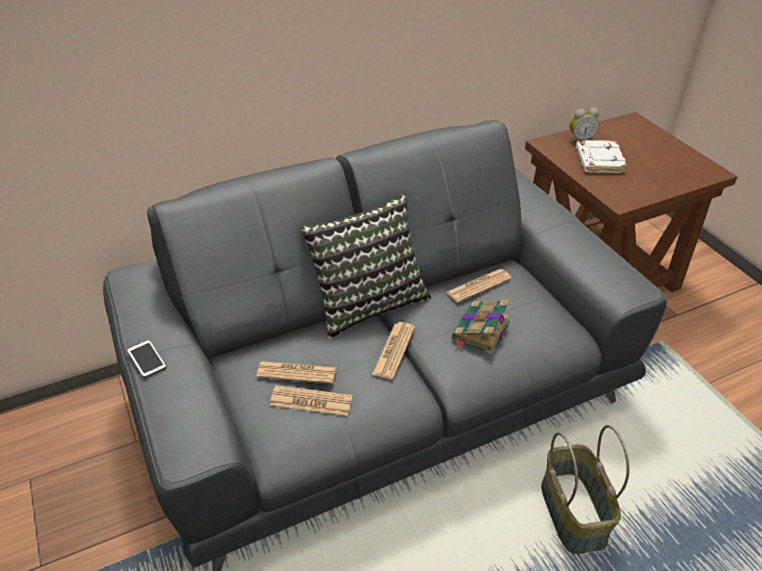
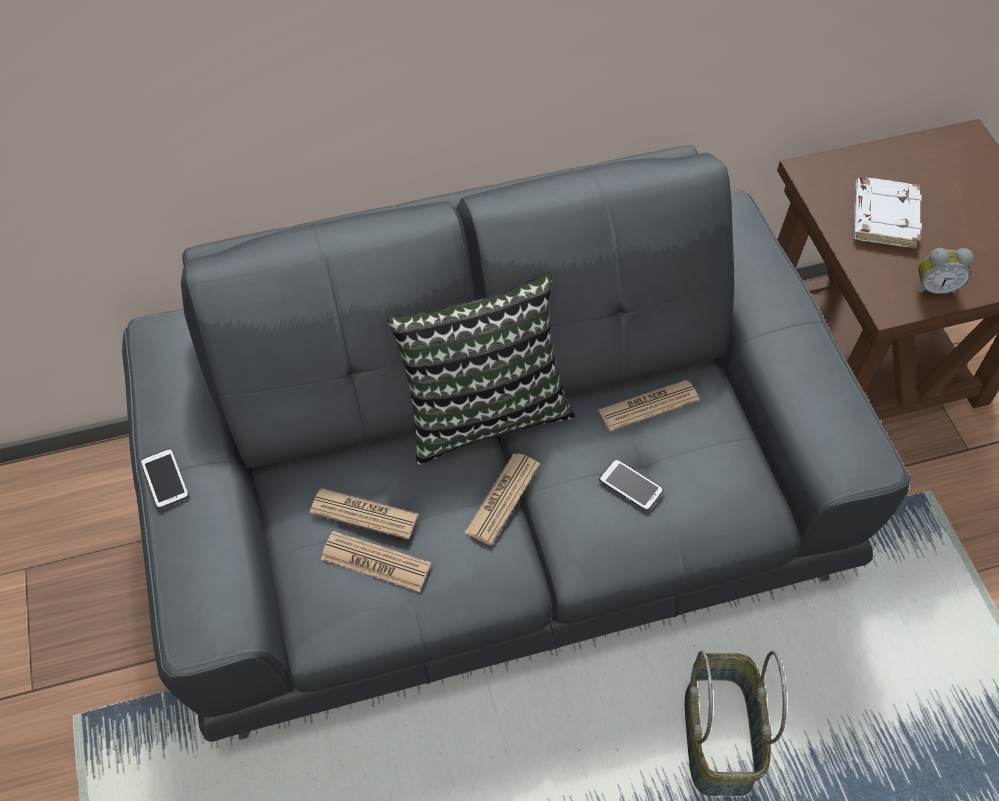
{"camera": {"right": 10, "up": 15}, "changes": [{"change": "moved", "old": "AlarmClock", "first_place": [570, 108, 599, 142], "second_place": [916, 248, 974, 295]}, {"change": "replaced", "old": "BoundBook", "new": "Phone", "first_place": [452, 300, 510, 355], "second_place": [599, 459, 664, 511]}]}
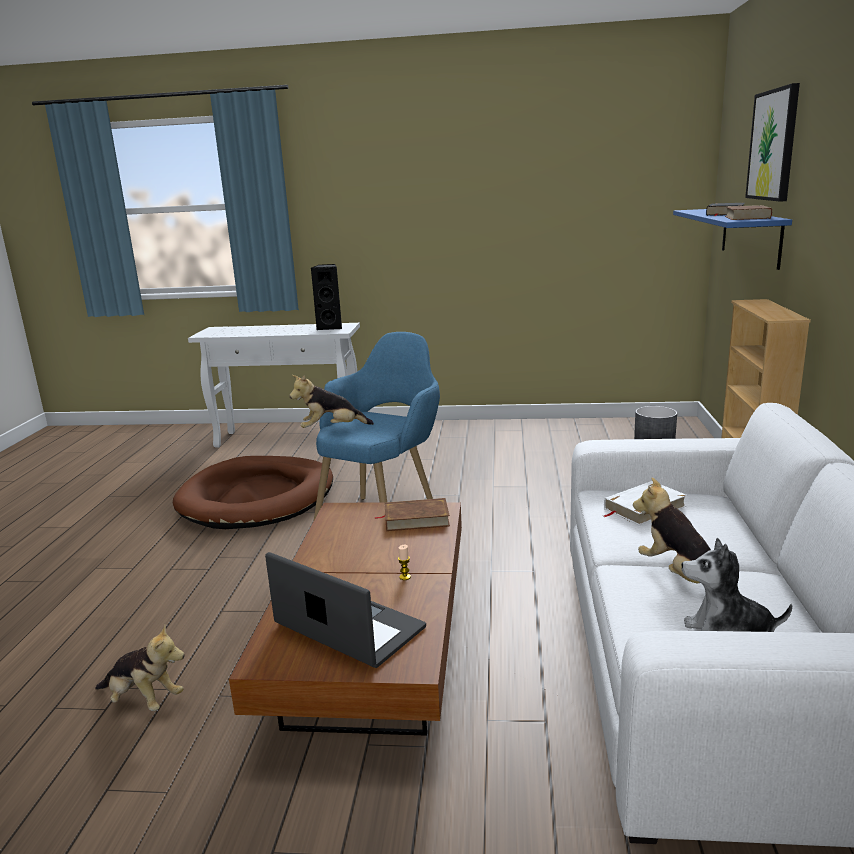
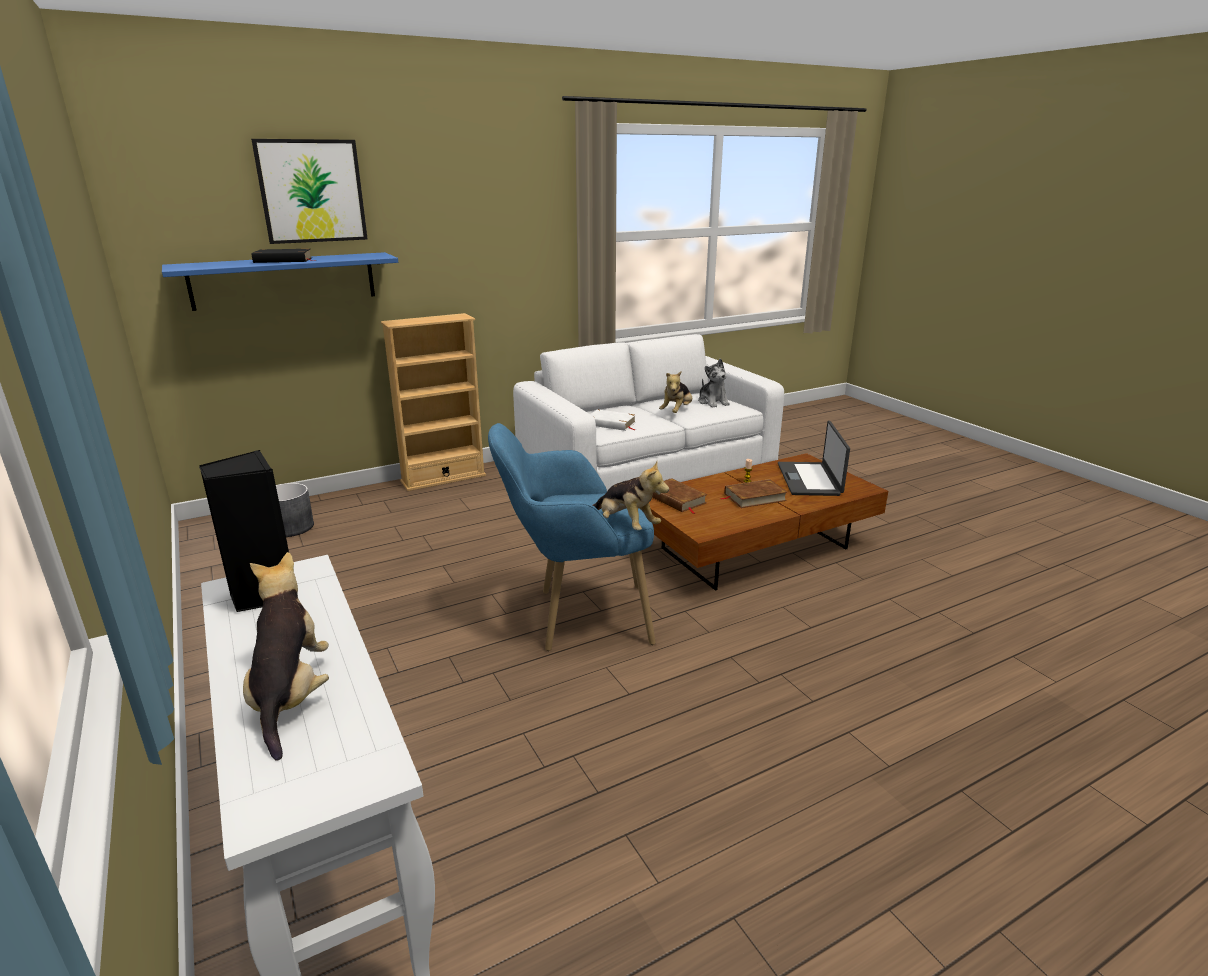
{"camera": {"right": -125, "up": 5}, "changes": [{"change": "moved", "old": "BrownishBoundBook", "first_place": [725, 205, 772, 220], "second_place": [720, 479, 788, 508]}, {"change": "removed", "old": "BrownishDogBed", "first_place": [173, 456, 333, 529]}, {"change": "moved", "old": "CuddlyToy", "first_place": [95, 624, 185, 711], "second_place": [243, 552, 329, 761]}]}
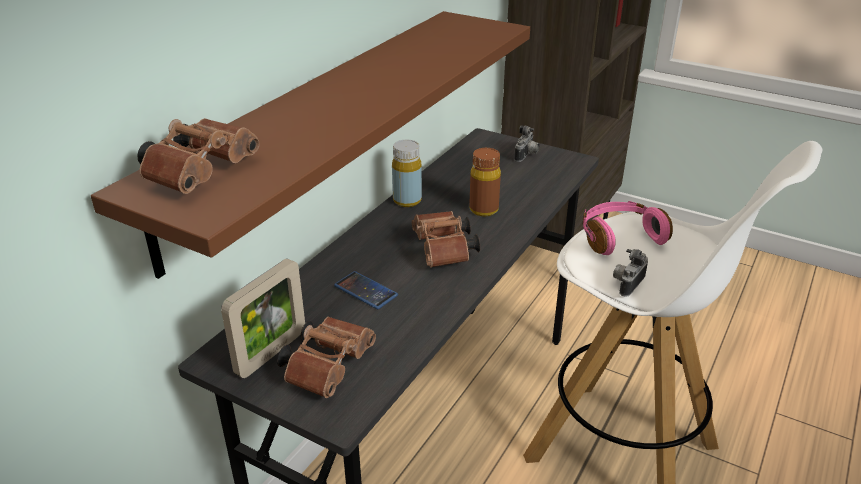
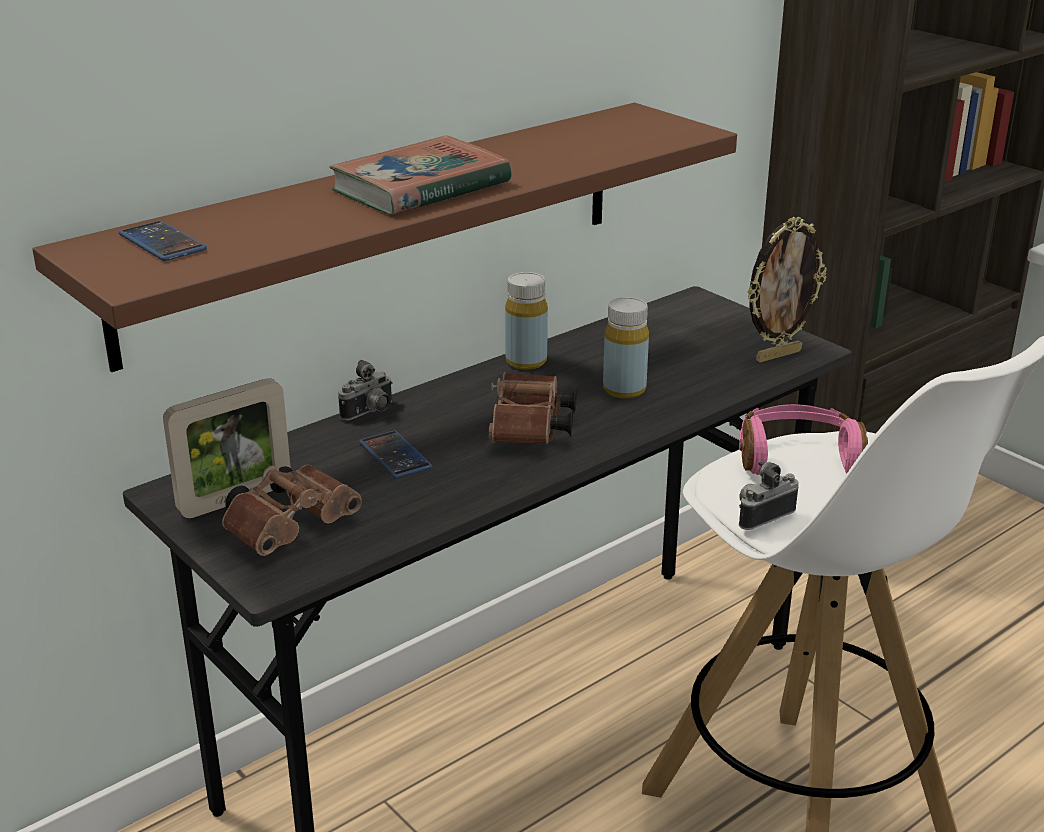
{"camera": {"right": 20, "up": -5}, "changes": [{"change": "replaced", "old": "BrownishFieldGlasses", "new": "Phone", "first_place": [137, 118, 260, 194], "second_place": [119, 221, 207, 261]}, {"change": "moved", "old": "StillCamera", "first_place": [514, 125, 539, 162], "second_place": [338, 360, 393, 420]}, {"change": "recoloured", "old": "BrownishBeverageBottle", "new": "YellowBeverageBottle", "first_place": [469, 148, 501, 216], "second_place": [603, 297, 649, 399]}, {"change": "added", "new": "BoundBook", "second_place": [329, 135, 512, 215]}, {"change": "added", "new": "PictureFrame", "second_place": [747, 217, 827, 363]}]}
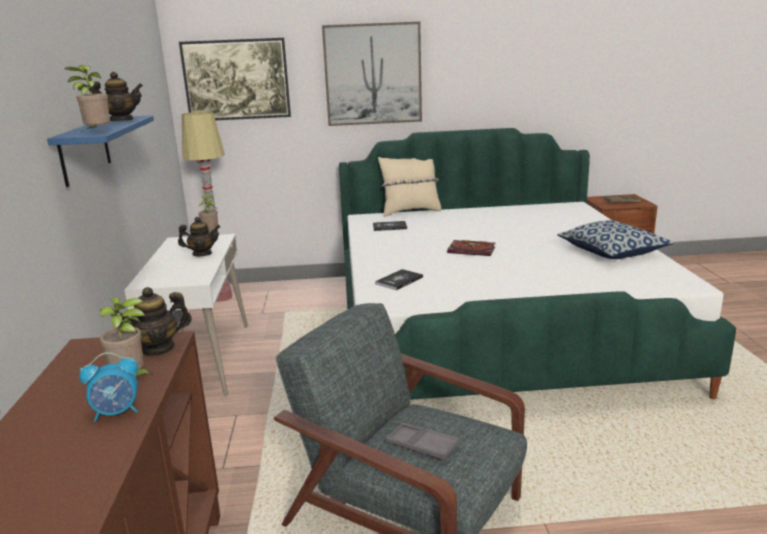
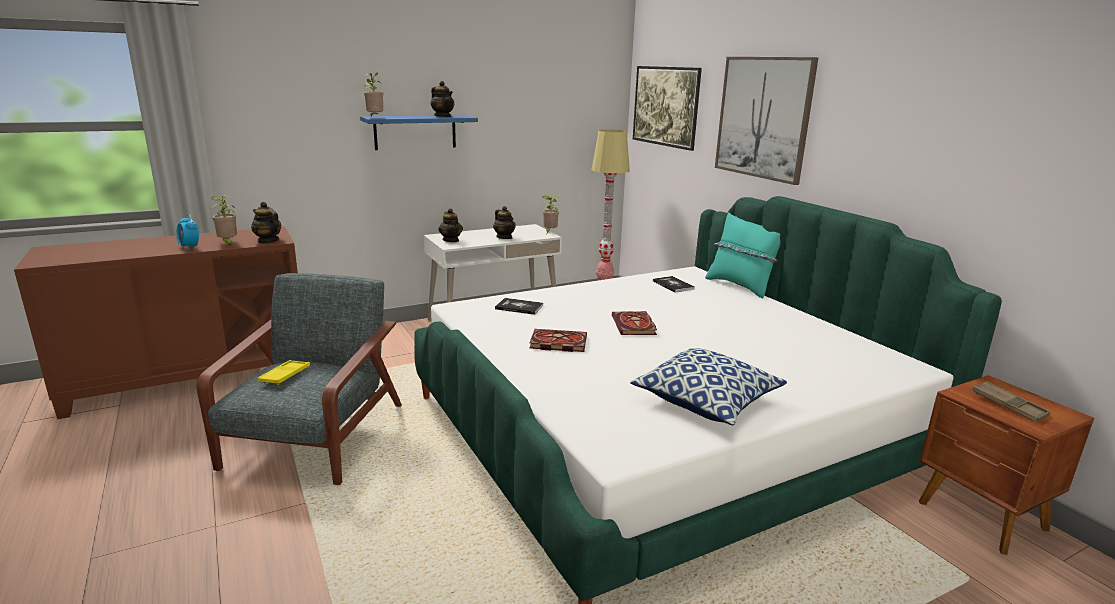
{"camera": {"right": 65, "up": 0}, "changes": [{"change": "recoloured", "old": "SandColouredPillow", "new": "BlueGreenPillow", "first_place": [378, 157, 441, 217], "second_place": [705, 213, 780, 298]}, {"change": "recoloured", "old": "GreyishServingTray", "new": "YellowServingTray", "first_place": [386, 423, 459, 459], "second_place": [258, 360, 310, 385]}, {"change": "added", "new": "TeaPot", "second_place": [438, 208, 463, 242]}, {"change": "added", "new": "BoundBook", "second_place": [530, 329, 587, 352]}]}
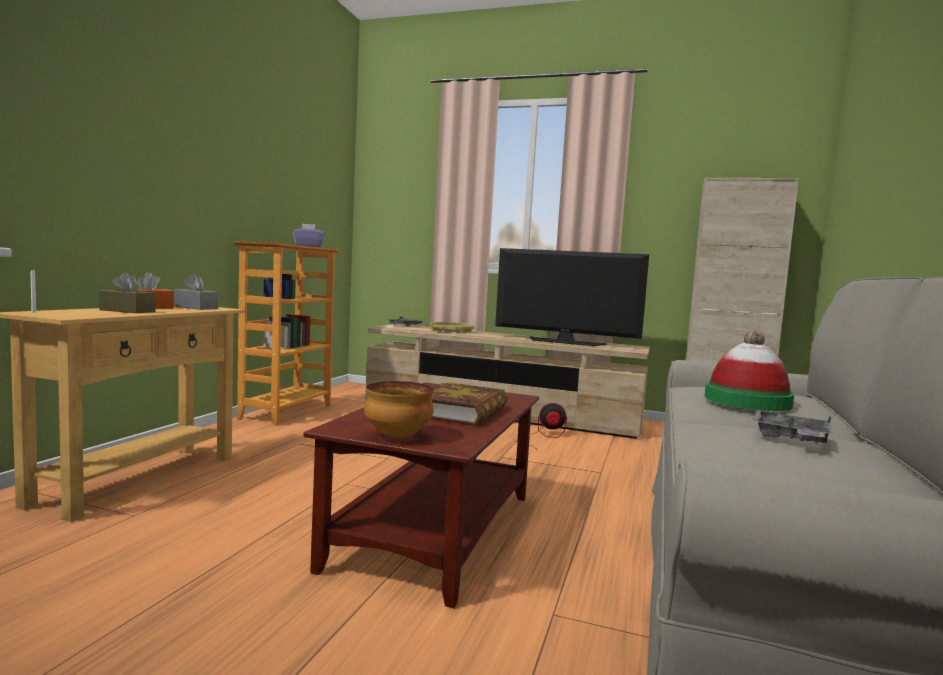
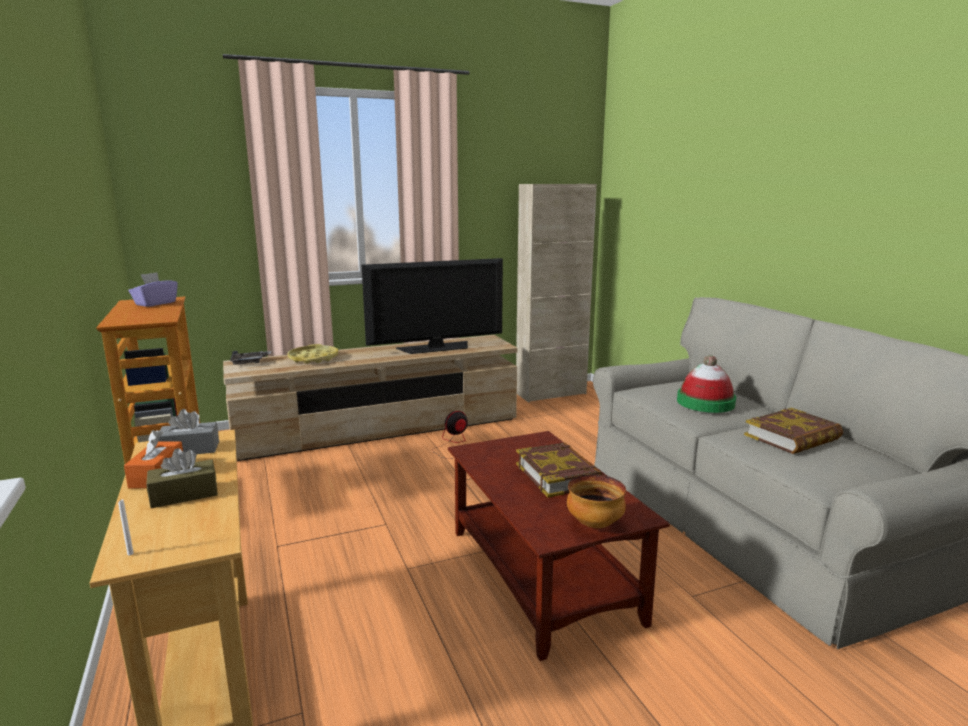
{"camera": {"right": -40, "up": 10}, "changes": [{"change": "replaced", "old": "GreyishServingTray", "new": "BoundBook", "first_place": [752, 410, 832, 443], "second_place": [744, 408, 843, 454]}]}
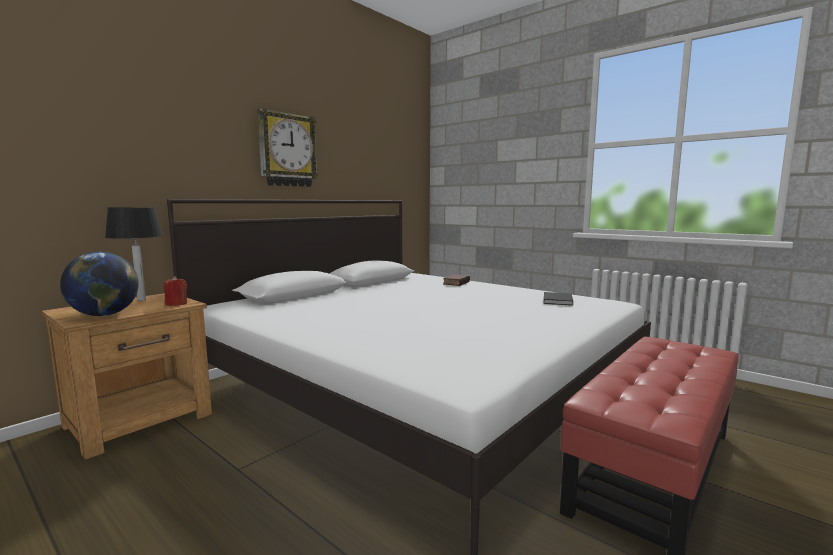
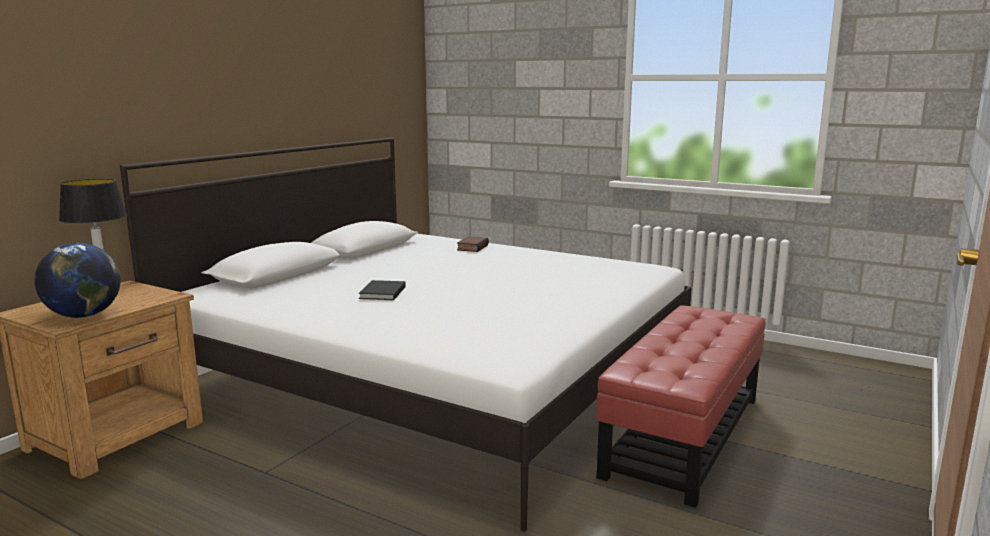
{"camera": {"right": -10, "up": 5}, "changes": [{"change": "removed", "old": "HangingClock", "first_place": [257, 108, 318, 187]}, {"change": "removed", "old": "RedColouredCandle", "first_place": [164, 276, 187, 306]}, {"change": "moved", "old": "BlackColouredBoundBook", "first_place": [543, 292, 573, 306], "second_place": [359, 280, 406, 300]}]}
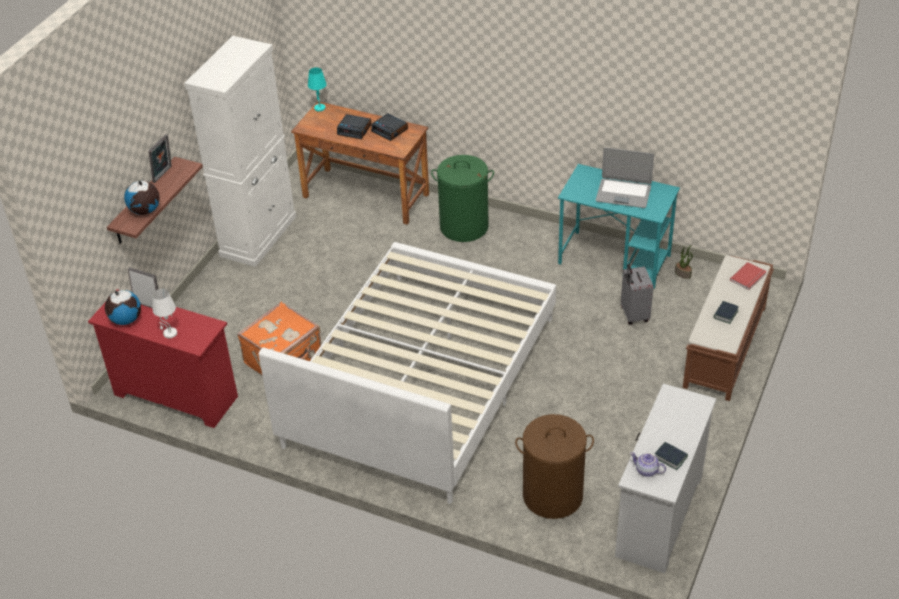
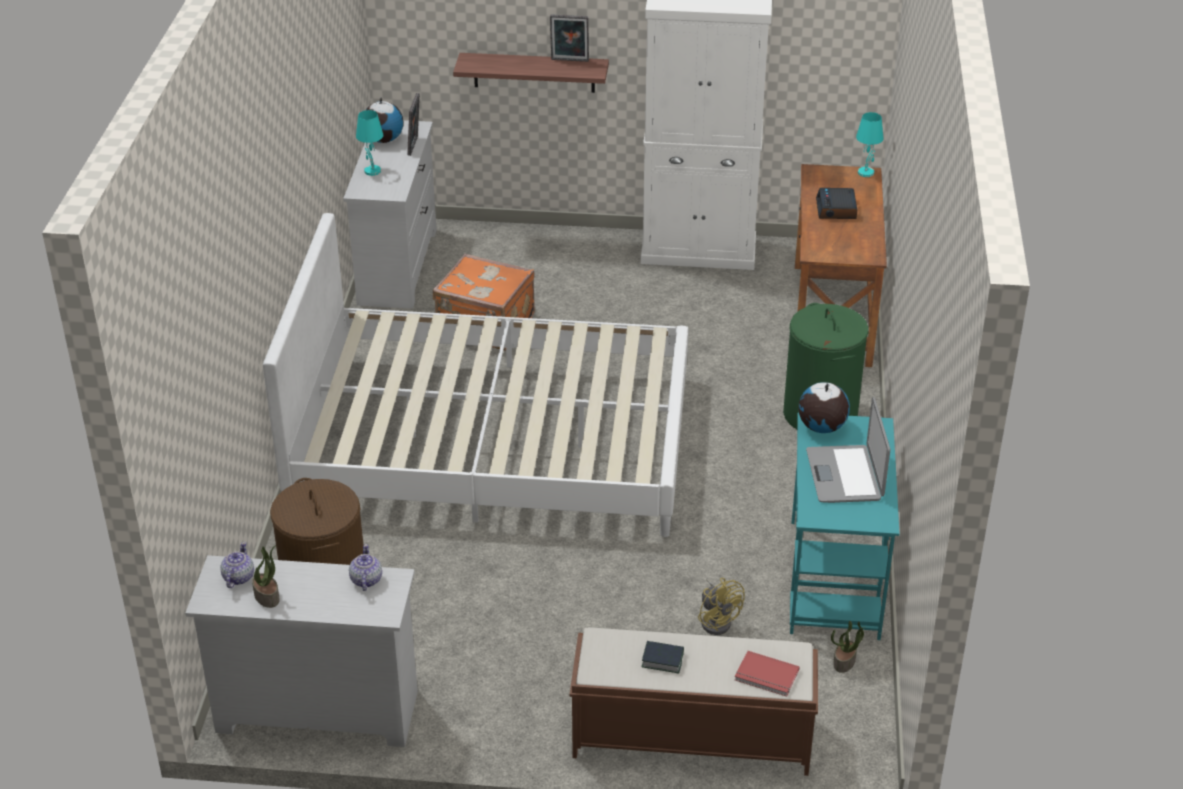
{"camera": {"right": 70, "up": -5}, "changes": [{"change": "removed", "old": "AlarmClock", "first_place": [371, 113, 408, 141]}, {"change": "moved", "old": "DeskGlobe", "first_place": [124, 180, 160, 215], "second_place": [798, 382, 850, 433]}, {"change": "replaced", "old": "GreyishSuitcase", "new": "YellowCoolingFan", "first_place": [621, 264, 653, 324], "second_place": [698, 578, 745, 635]}, {"change": "recoloured", "old": "RedColouredChestOfDrawers", "new": "WhiteChestOfDrawers", "first_place": [88, 289, 238, 428], "second_place": [343, 120, 437, 309]}, {"change": "recoloured", "old": "WhiteTableLamp", "new": "BlueGreenTableLamp", "first_place": [152, 289, 177, 338], "second_place": [356, 110, 383, 176]}, {"change": "replaced", "old": "BoundBook", "new": "PottedPlant", "first_place": [655, 442, 688, 470], "second_place": [252, 545, 280, 608]}, {"change": "added", "new": "TeaPot", "second_place": [349, 544, 382, 591]}]}
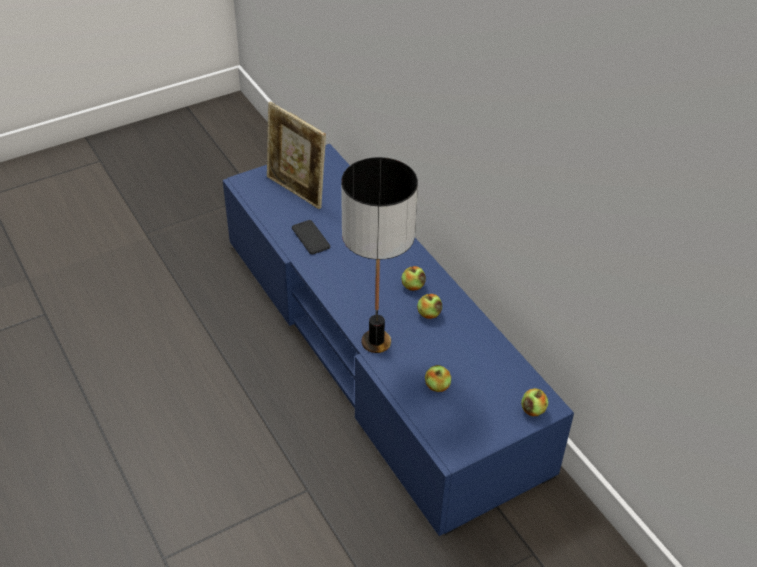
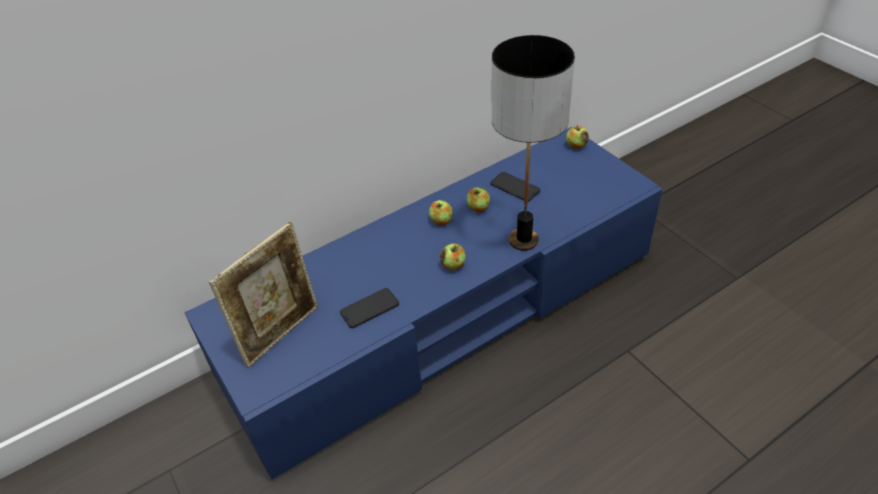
{"camera": {"right": -90, "up": 0}, "changes": [{"change": "moved", "old": "WholeApple", "first_place": [425, 365, 451, 392], "second_place": [440, 243, 466, 270]}, {"change": "added", "new": "Phone", "second_place": [491, 172, 540, 202]}]}
